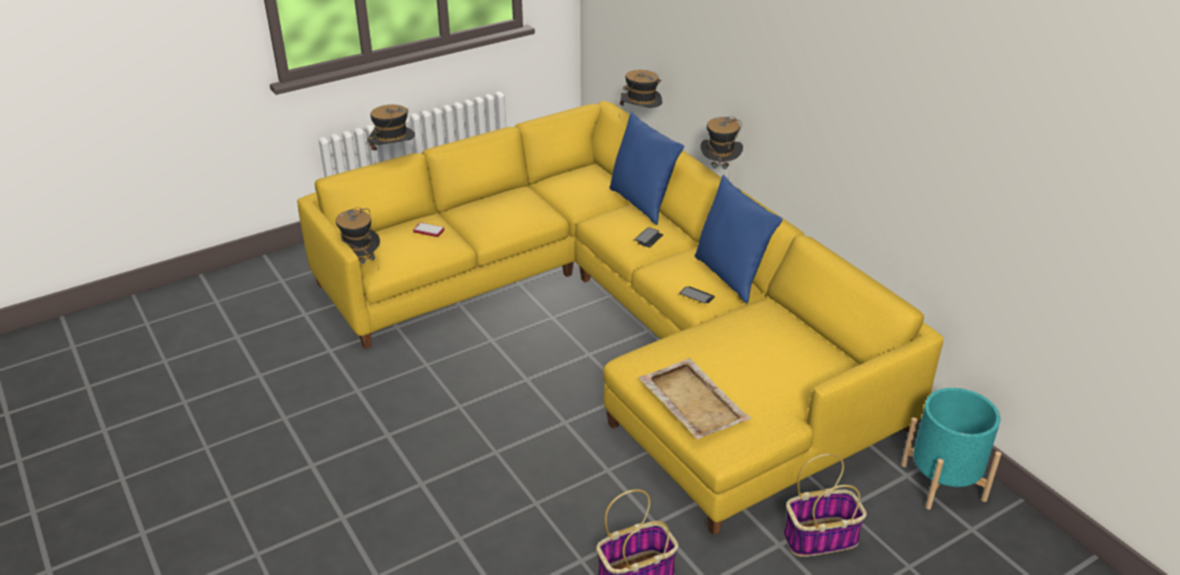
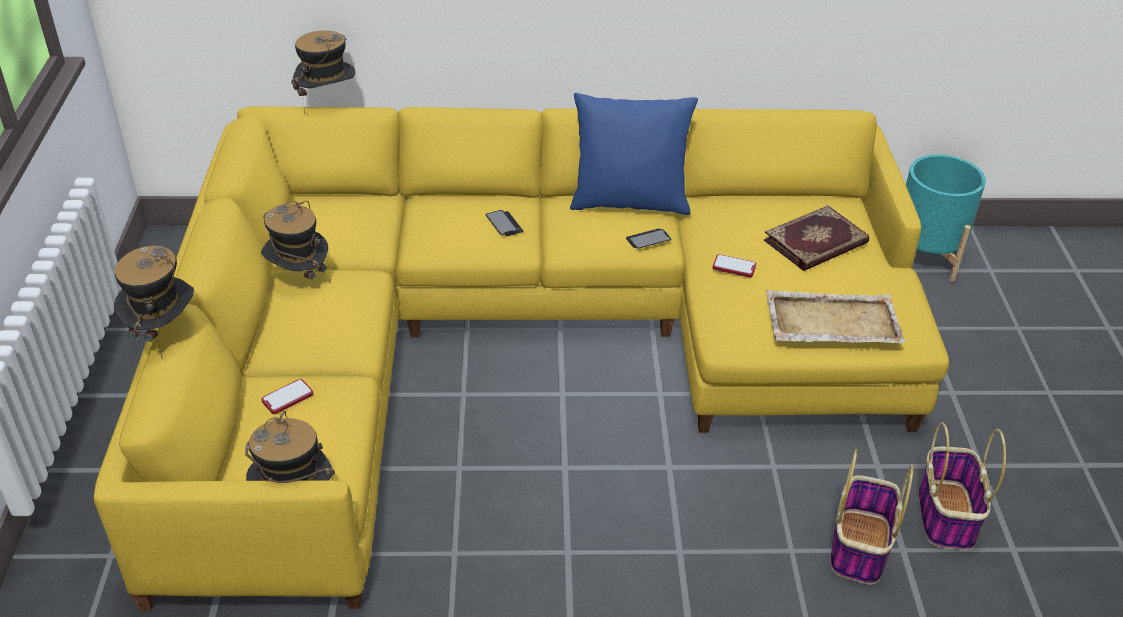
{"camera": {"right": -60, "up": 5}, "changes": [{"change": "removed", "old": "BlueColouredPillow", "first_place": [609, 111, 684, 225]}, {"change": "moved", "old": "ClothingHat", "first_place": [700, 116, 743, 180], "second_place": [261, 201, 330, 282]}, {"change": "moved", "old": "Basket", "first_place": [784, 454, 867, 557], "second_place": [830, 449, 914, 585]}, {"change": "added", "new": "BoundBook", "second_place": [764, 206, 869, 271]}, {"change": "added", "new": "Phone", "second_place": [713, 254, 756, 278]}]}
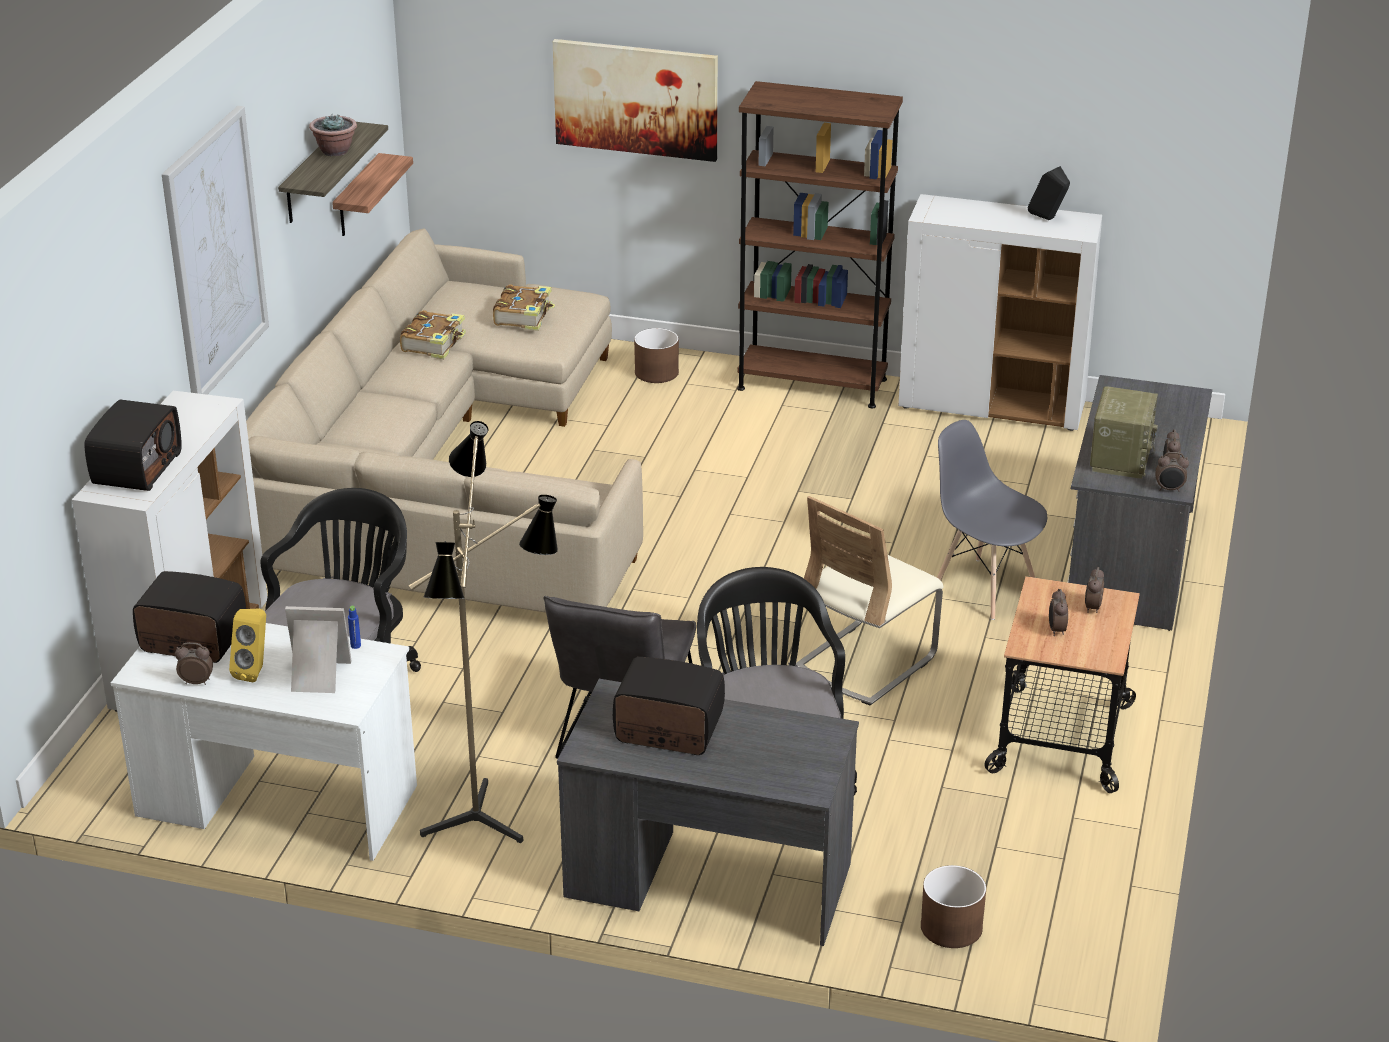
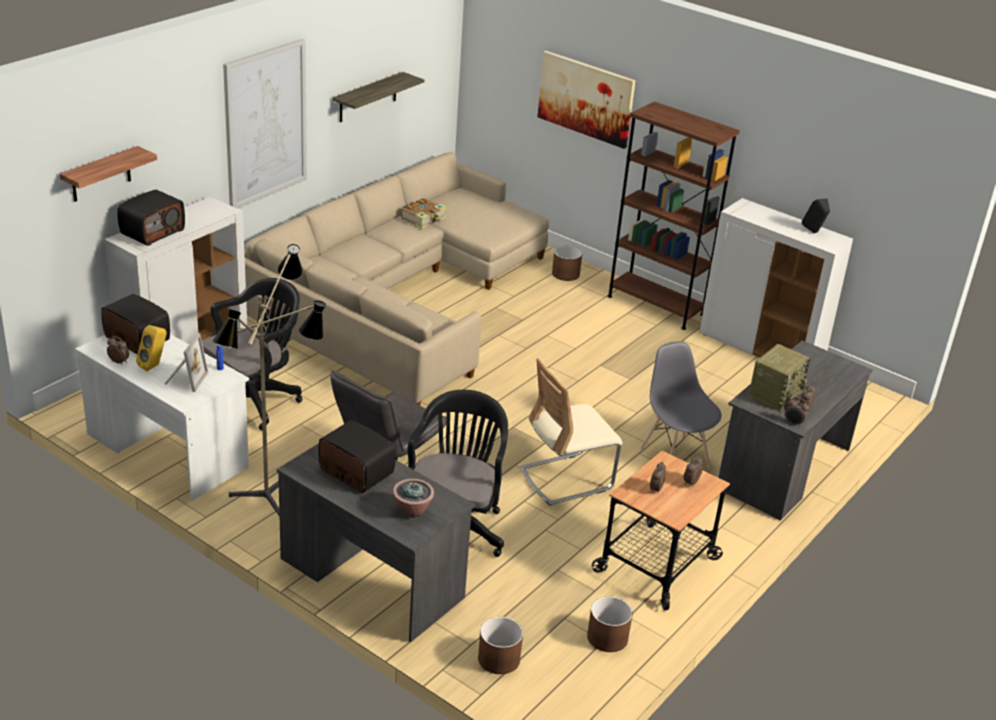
{"camera": {"right": 20, "up": 0}, "changes": [{"change": "moved", "old": "PottedPlant", "first_place": [309, 113, 357, 156], "second_place": [393, 479, 434, 518]}, {"change": "moved", "old": "Shelf", "first_place": [332, 153, 413, 236], "second_place": [59, 146, 157, 202]}, {"change": "removed", "old": "BoundBook", "first_place": [493, 284, 555, 331]}, {"change": "turned", "old": "PictureFrame", "first_place": [285, 606, 352, 693], "second_place": [165, 333, 209, 392], "degrees": 75}, {"change": "added", "new": "BrownishPlantPot", "second_place": [587, 596, 633, 652]}]}
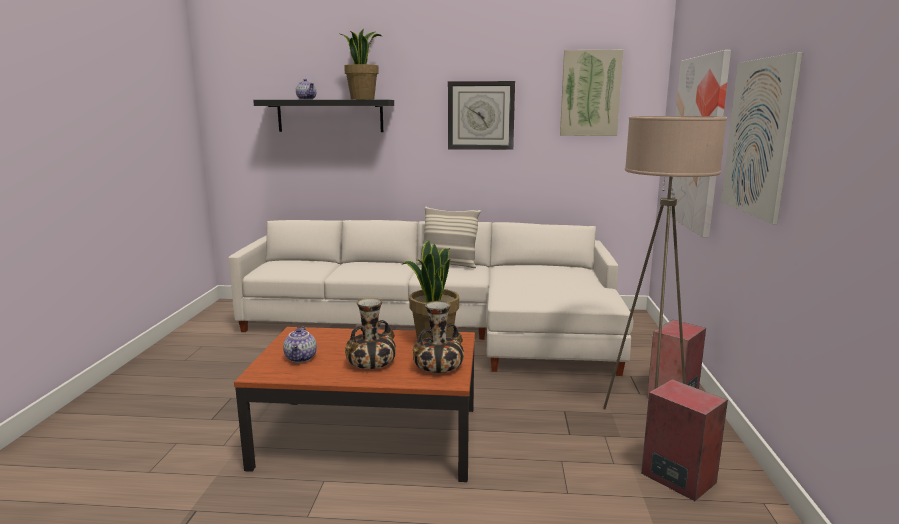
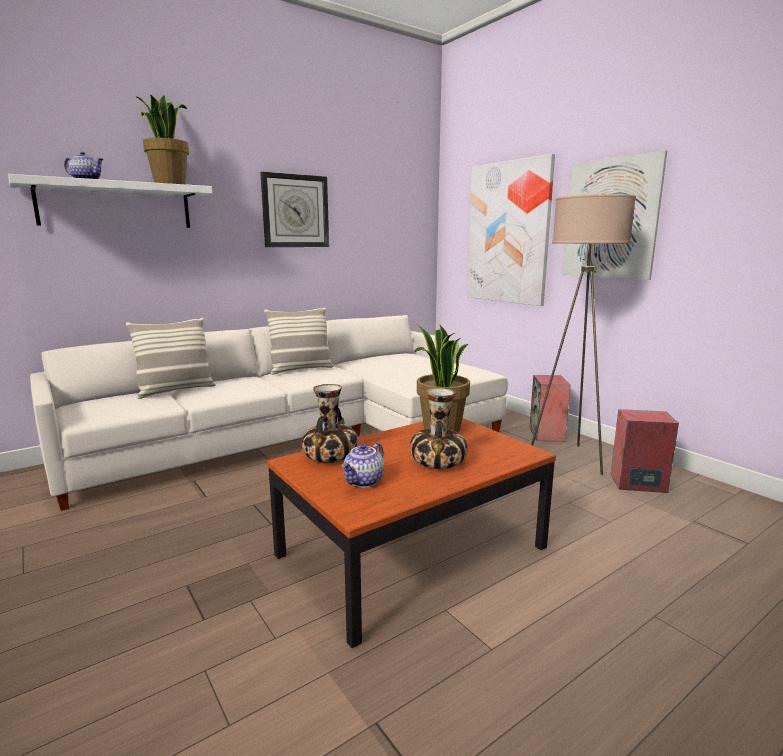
{"camera": {"right": -40, "up": 0}, "changes": [{"change": "removed", "old": "WallArt", "first_place": [560, 50, 623, 136]}, {"change": "recoloured", "old": "BlackColouredShelf", "new": "WhiteShelf", "first_place": [253, 100, 394, 132], "second_place": [8, 174, 212, 228]}, {"change": "moved", "old": "DecorativeVase", "first_place": [412, 301, 464, 373], "second_place": [302, 384, 358, 463]}, {"change": "turned", "old": "TeaPot", "first_place": [283, 327, 317, 363], "second_place": [341, 442, 384, 488], "degrees": 75}, {"change": "added", "new": "Pillow", "second_place": [126, 318, 216, 399]}]}
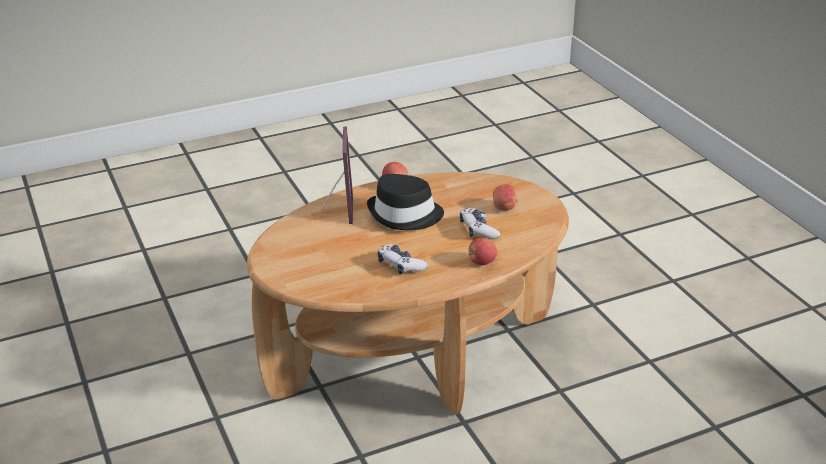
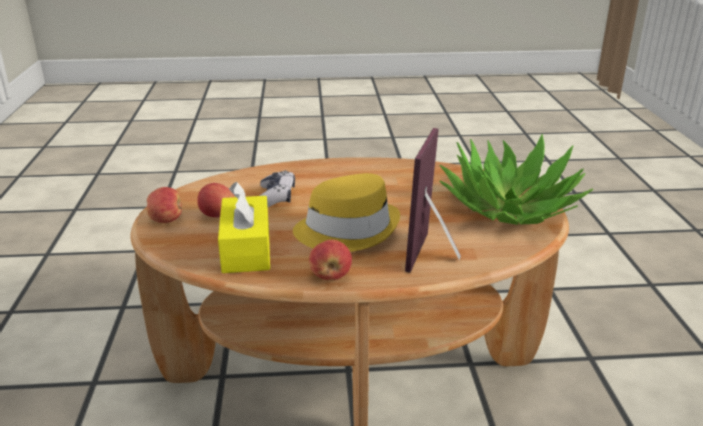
{"camera": {"right": -160, "up": -5}, "changes": [{"change": "recoloured", "old": "BlackColouredClothingHat", "new": "YellowClothingHat", "first_place": [367, 174, 444, 230], "second_place": [293, 173, 400, 252]}, {"change": "moved", "old": "WholeApple", "first_place": [468, 238, 498, 265], "second_place": [147, 187, 182, 223]}, {"change": "removed", "old": "Joypad", "first_place": [377, 245, 428, 275]}, {"change": "added", "new": "PottedPlant", "second_place": [439, 134, 593, 225]}, {"change": "added", "new": "YellowBoxOfTissues", "second_place": [218, 182, 270, 273]}]}
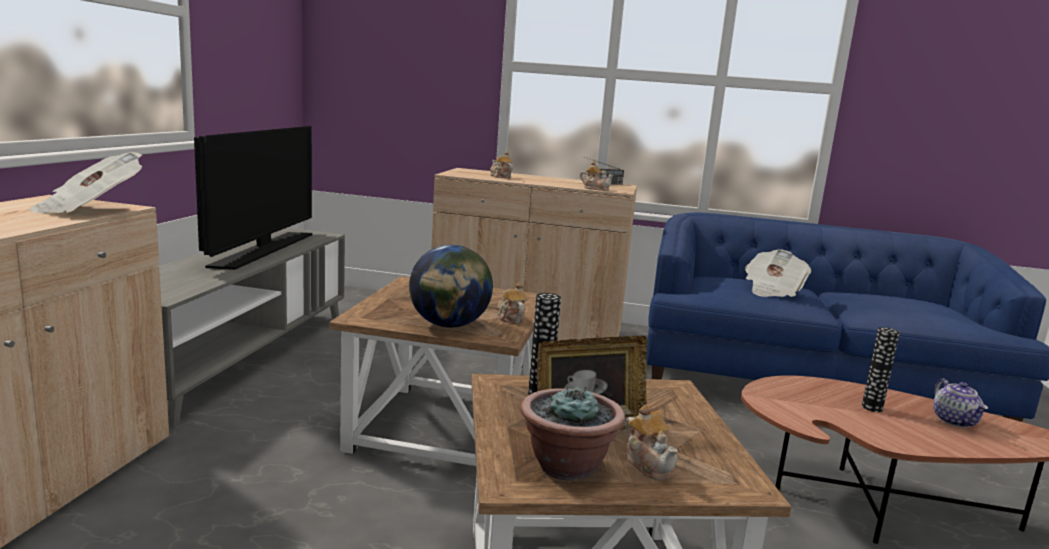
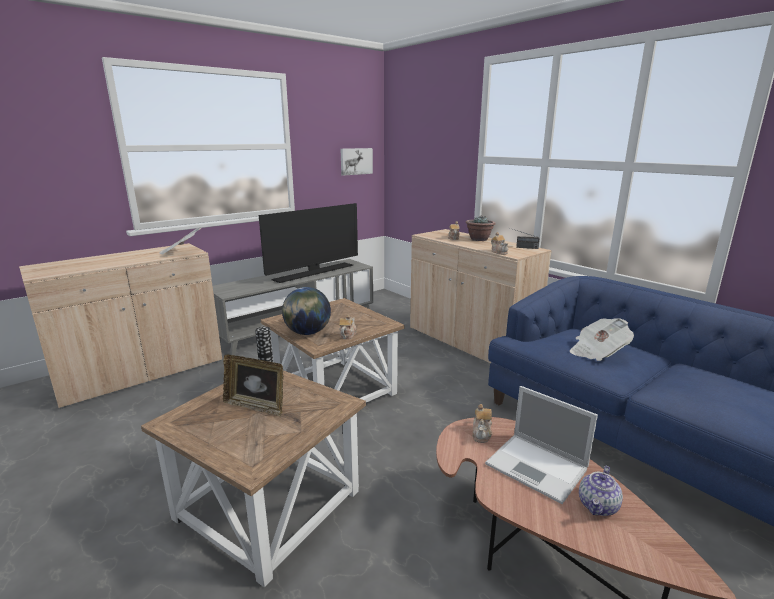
{"camera": {"right": 40, "up": 5}, "changes": [{"change": "replaced", "old": "DecorativeVase", "new": "Laptop", "first_place": [862, 327, 900, 412], "second_place": [485, 386, 598, 504]}, {"change": "moved", "old": "PottedPlant", "first_place": [521, 384, 625, 481], "second_place": [466, 216, 496, 241]}, {"change": "moved", "old": "TeaPot", "first_place": [626, 405, 678, 481], "second_place": [472, 404, 493, 443]}, {"change": "added", "new": "WallArt", "second_place": [340, 148, 373, 176]}]}
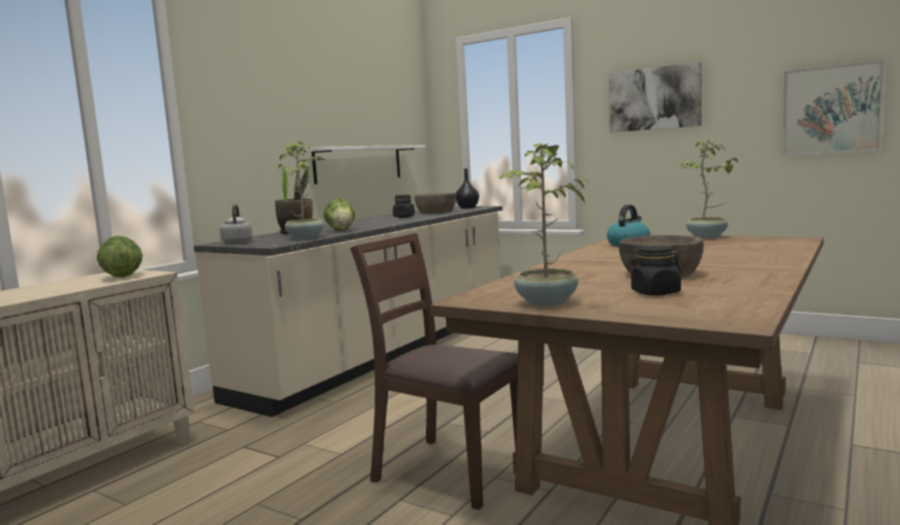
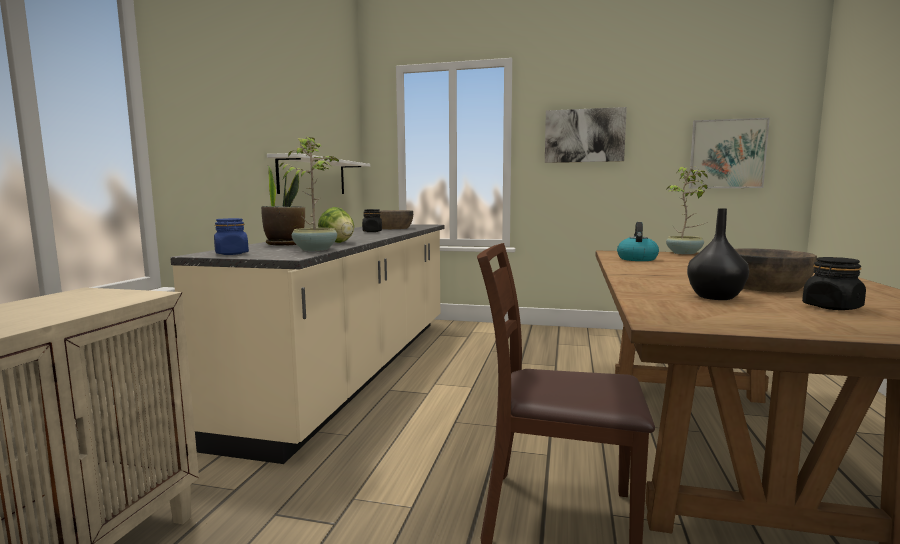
{"camera": {"right": -20, "up": 0}, "changes": [{"change": "removed", "old": "PottedPlant", "first_place": [499, 143, 590, 306]}, {"change": "moved", "old": "BlackColouredDecorativeVase", "first_place": [456, 168, 479, 209], "second_place": [687, 209, 749, 300]}, {"change": "replaced", "old": "GreyishKettle", "new": "BlueColouredPreserveJar", "first_place": [220, 204, 253, 244], "second_place": [214, 218, 249, 255]}, {"change": "removed", "old": "HeadOfLettuce", "first_place": [97, 235, 143, 278]}]}
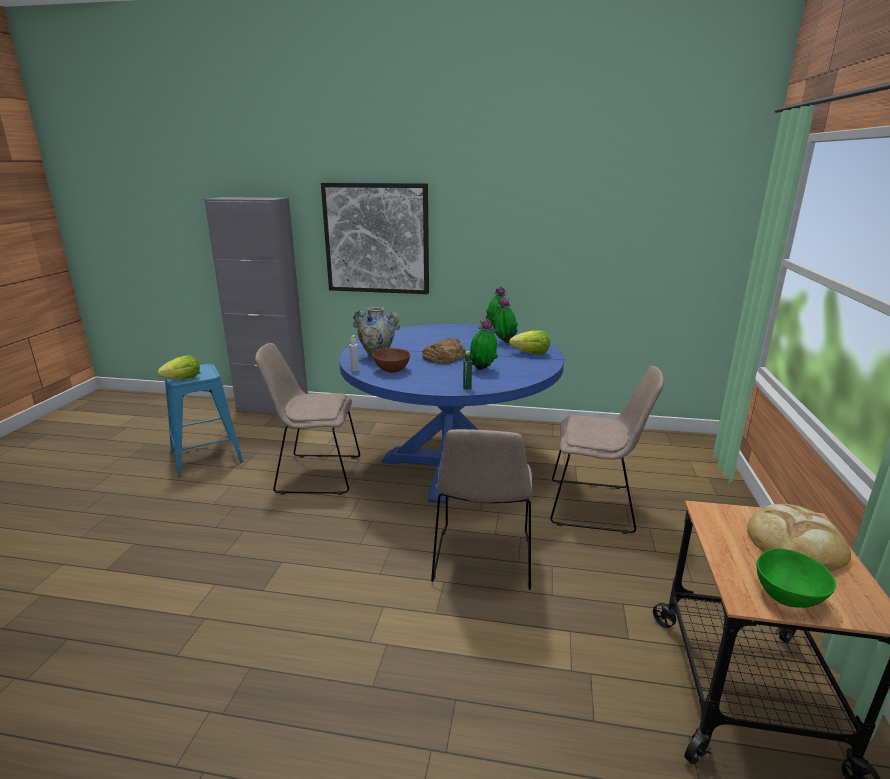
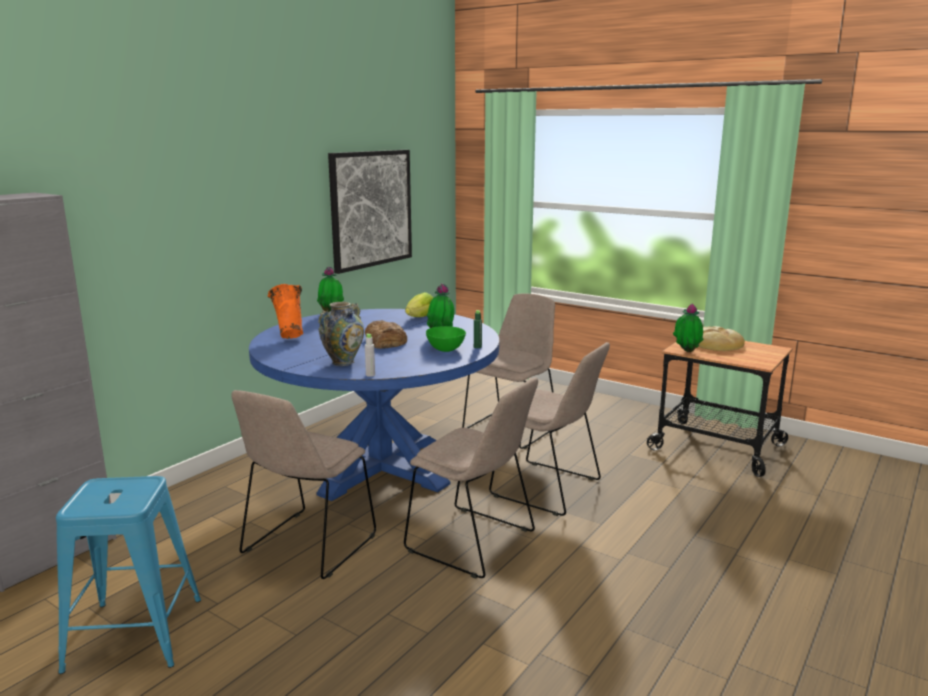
{"camera": {"right": -65, "up": -5}, "changes": [{"change": "moved", "old": "WallArt", "first_place": [321, 183, 429, 294], "second_place": [328, 150, 412, 274]}, {"change": "moved", "old": "PottedPlant", "first_place": [494, 297, 518, 343], "second_place": [673, 304, 703, 352]}, {"change": "removed", "old": "BrownishServingBowl", "first_place": [373, 348, 410, 373]}, {"change": "removed", "old": "HeadOfLettuce", "first_place": [157, 355, 200, 379]}, {"change": "moved", "old": "GreenColouredServingBowl", "first_place": [756, 549, 836, 608], "second_place": [426, 326, 466, 352]}, {"change": "added", "new": "OrangeColouredDecorativeVase", "second_place": [268, 284, 303, 339]}, {"change": "added", "new": "SandColouredPlainChair", "second_place": [404, 377, 538, 579]}]}
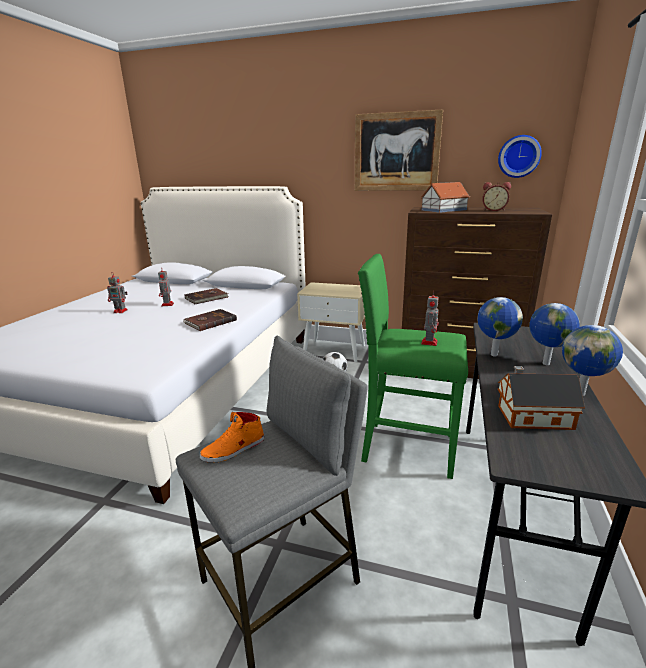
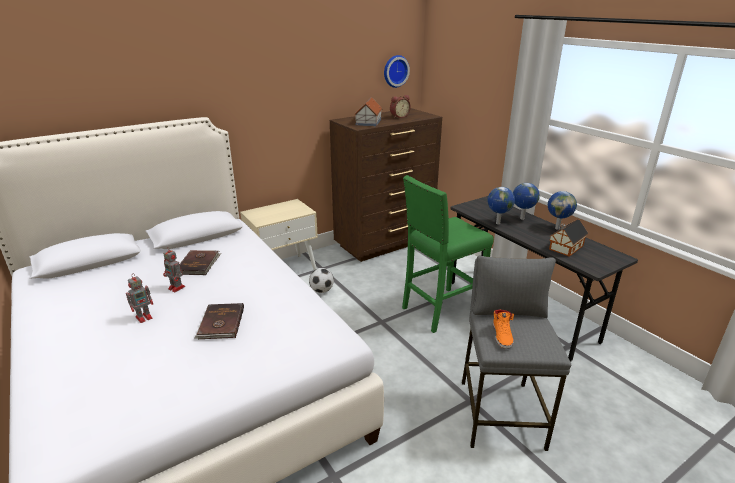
{"camera": {"right": -50, "up": 5}, "changes": [{"change": "removed", "old": "WallArt", "first_place": [355, 109, 443, 191]}, {"change": "removed", "old": "ToyRobot", "first_place": [421, 292, 439, 346]}, {"change": "moved", "old": "BrownishBoundBook", "first_place": [183, 309, 237, 331], "second_place": [194, 303, 244, 339]}]}
